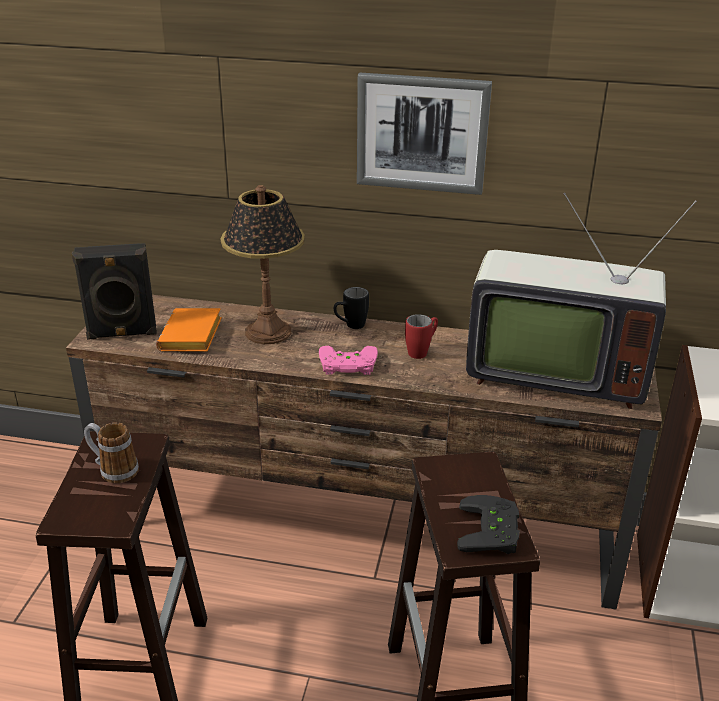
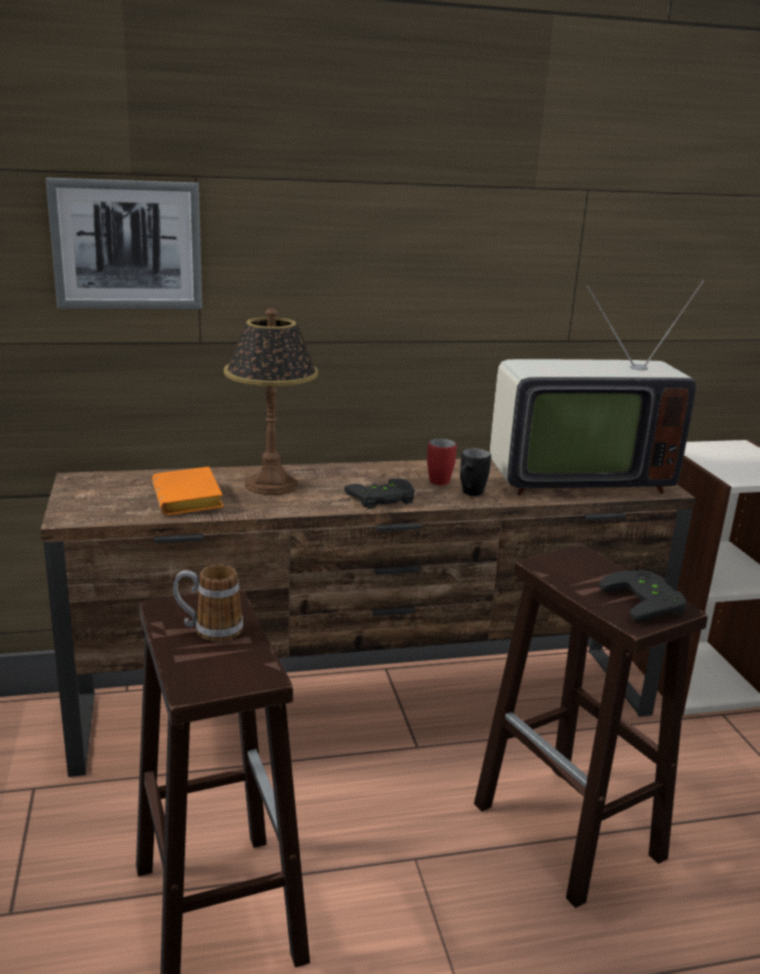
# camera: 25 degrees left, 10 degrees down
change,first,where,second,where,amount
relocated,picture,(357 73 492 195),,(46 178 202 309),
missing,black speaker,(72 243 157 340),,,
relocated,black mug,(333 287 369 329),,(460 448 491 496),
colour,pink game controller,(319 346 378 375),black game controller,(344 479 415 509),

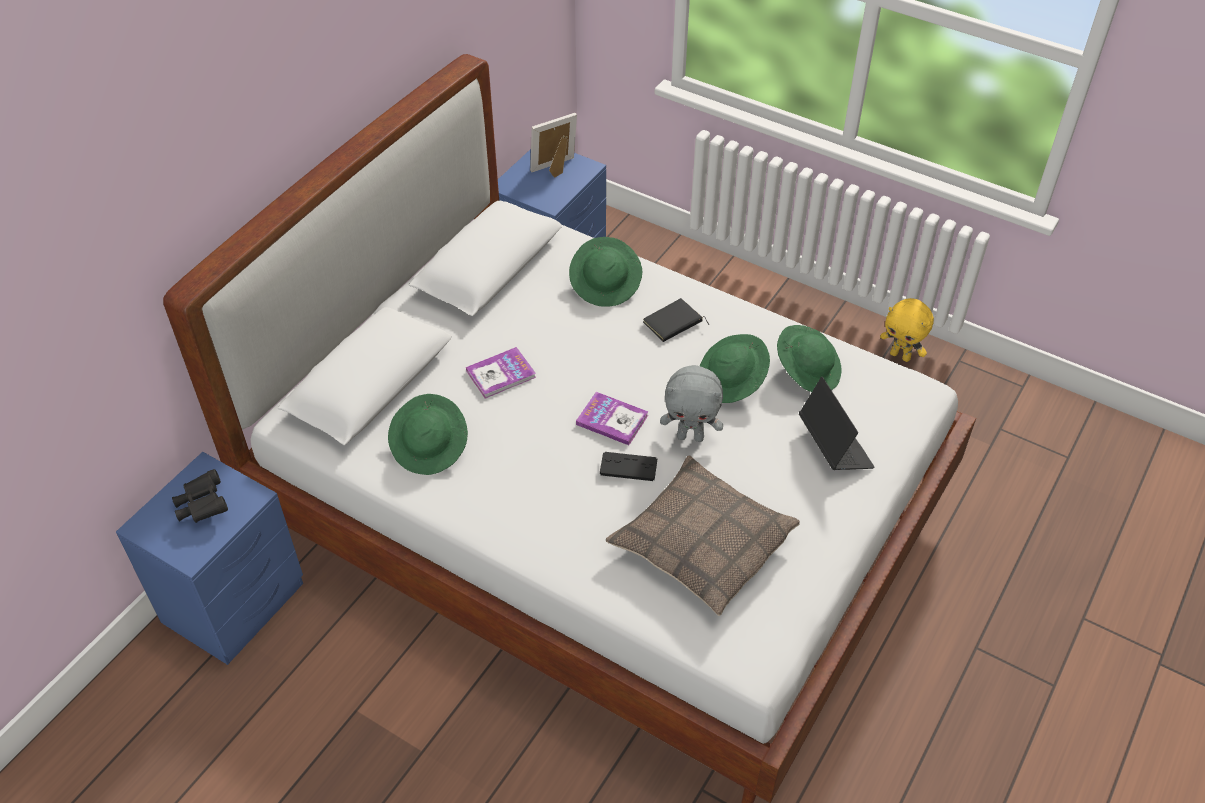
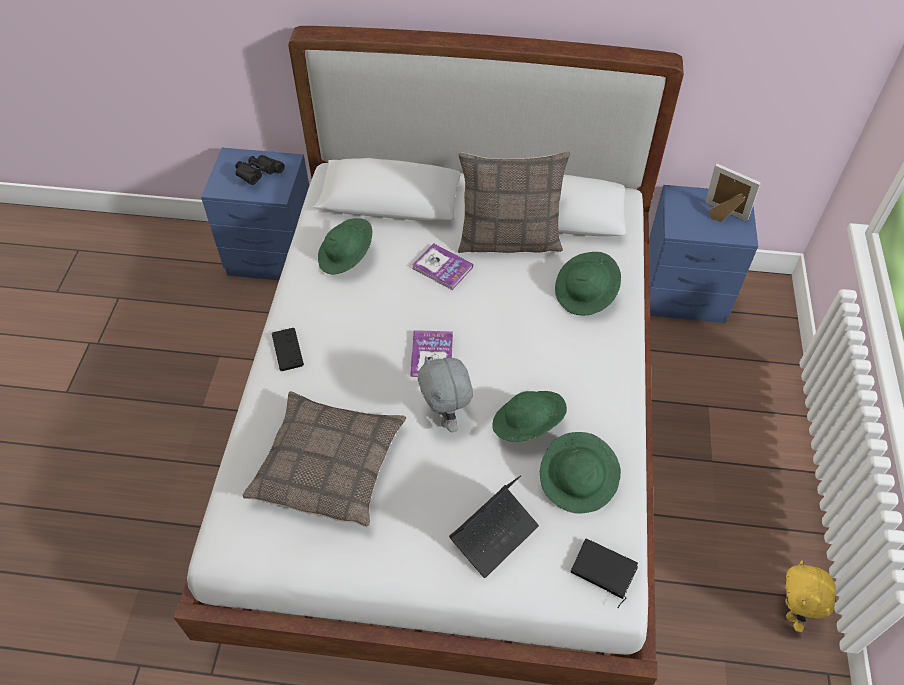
# camera: 65 degrees right, 5 degrees up
change,first,where,second,where,amount
relocated,black book,(643 298 709 342),,(571 539 638 609),
relocated,black game controller,(600 452 657 481),,(272 328 304 371),
appeared,,,pillow,(458 151 570 253),

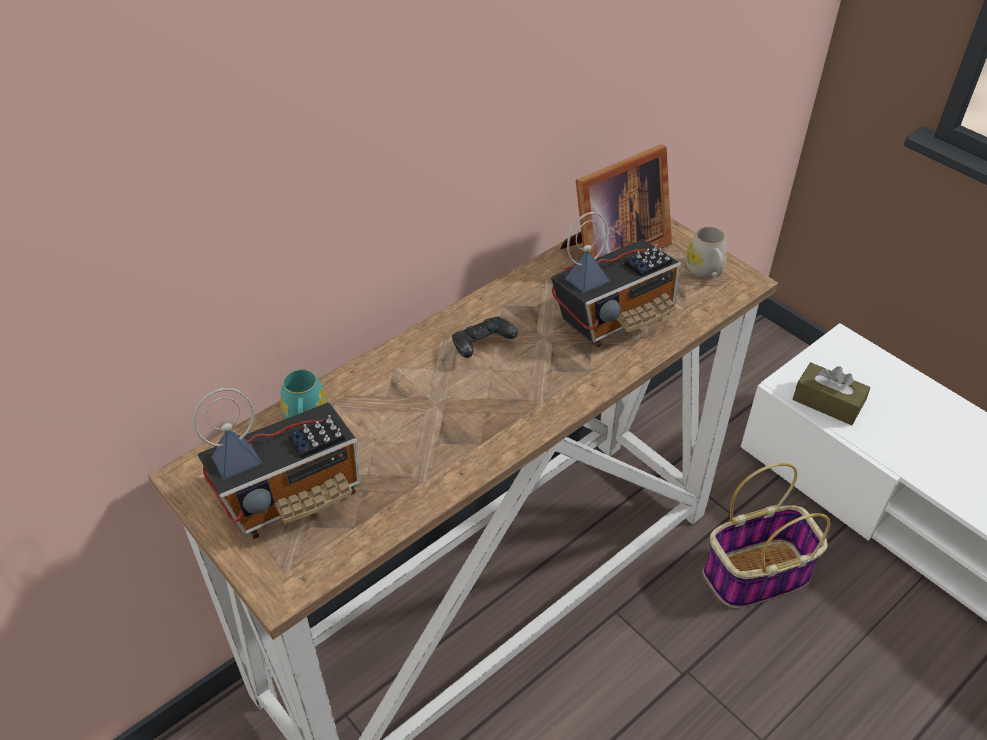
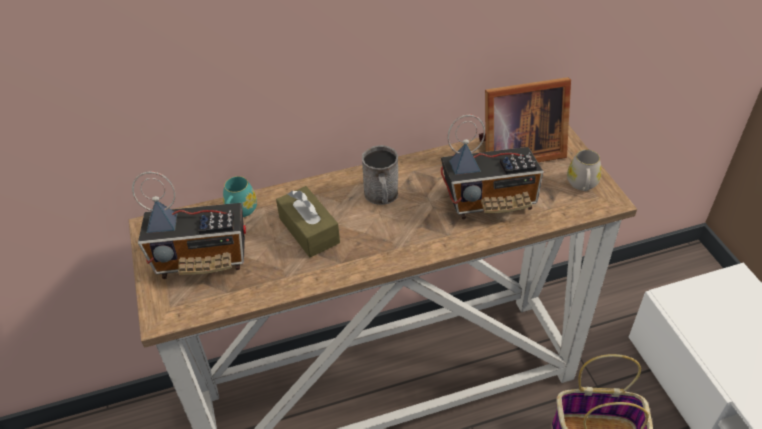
# camera: 25 degrees right, 0 degrees up
change,first,where,second,where,amount
exchanged,black game controller,(452 316 518 358),grey mug,(362 145 398 205),
relocated,brown tissue box,(793 362 870 425),,(276 186 340 257),

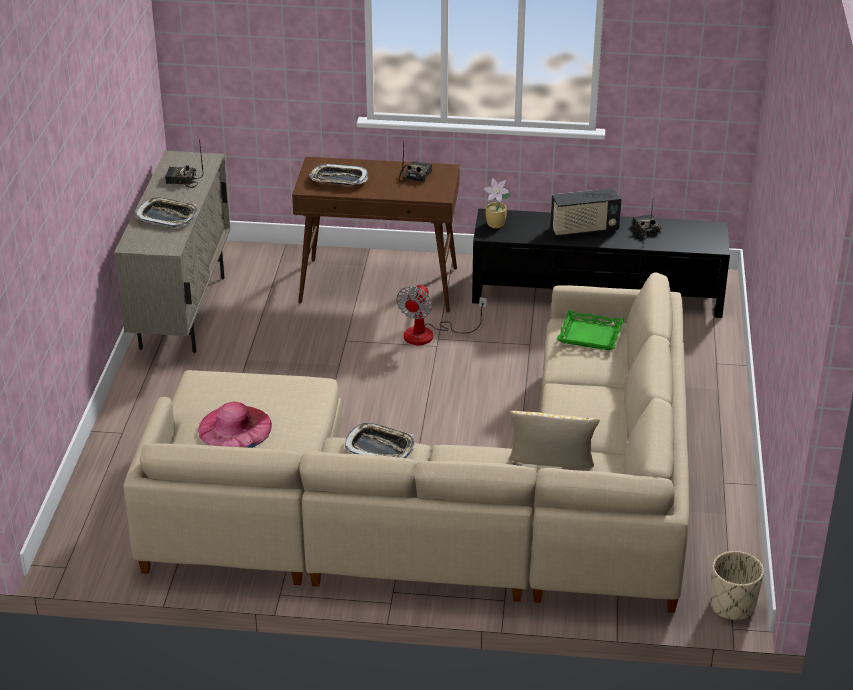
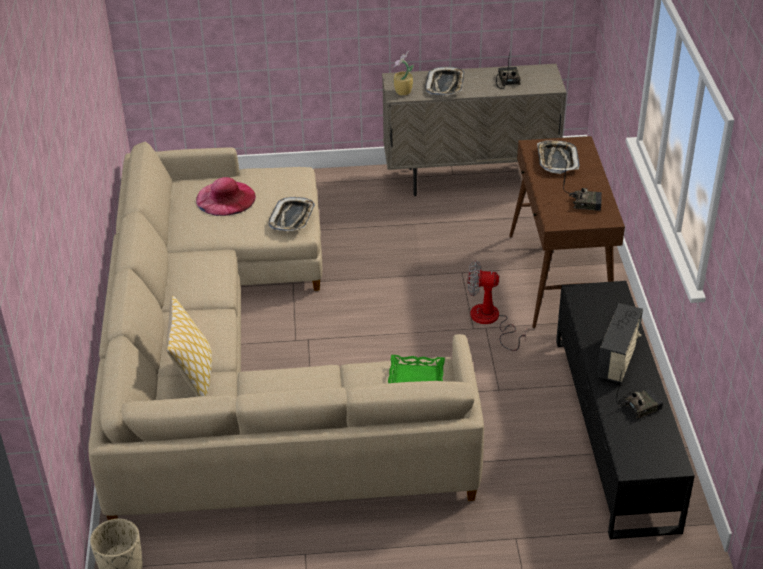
# camera: 80 degrees right, 5 degrees up
change,first,where,second,where,amount
relocated,potted plant,(484 179 511 228),,(392 50 414 96),
spun,radio,(550 188 621 236),,(597 303 643 383),135 degrees counterclockwise
relocated,tray,(345 423 415 458),,(269 197 315 231),

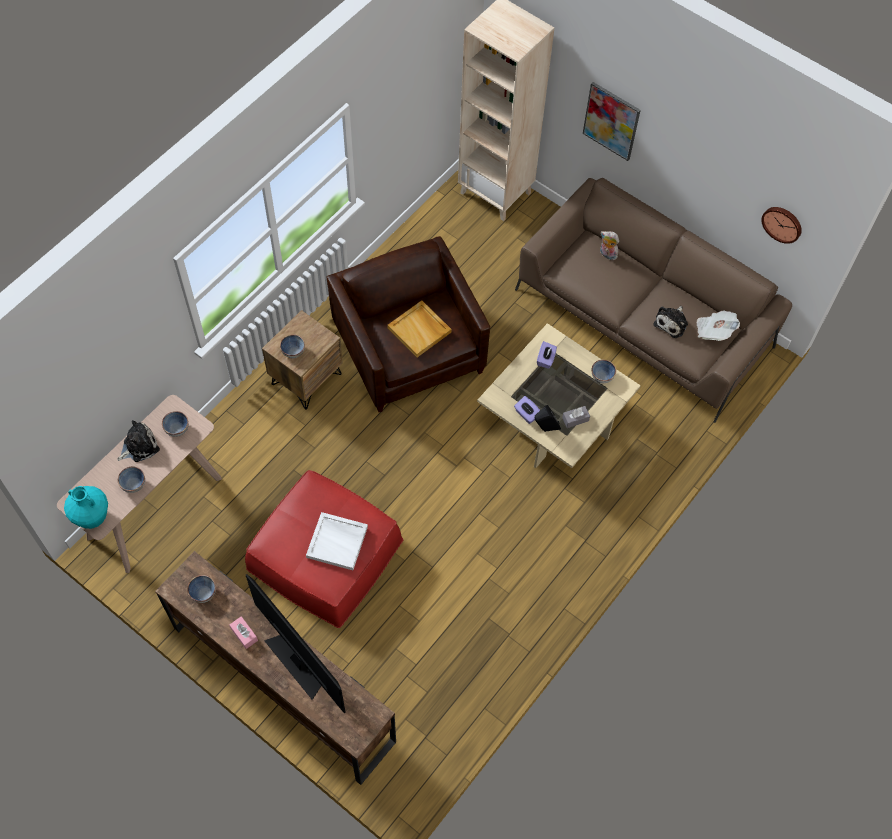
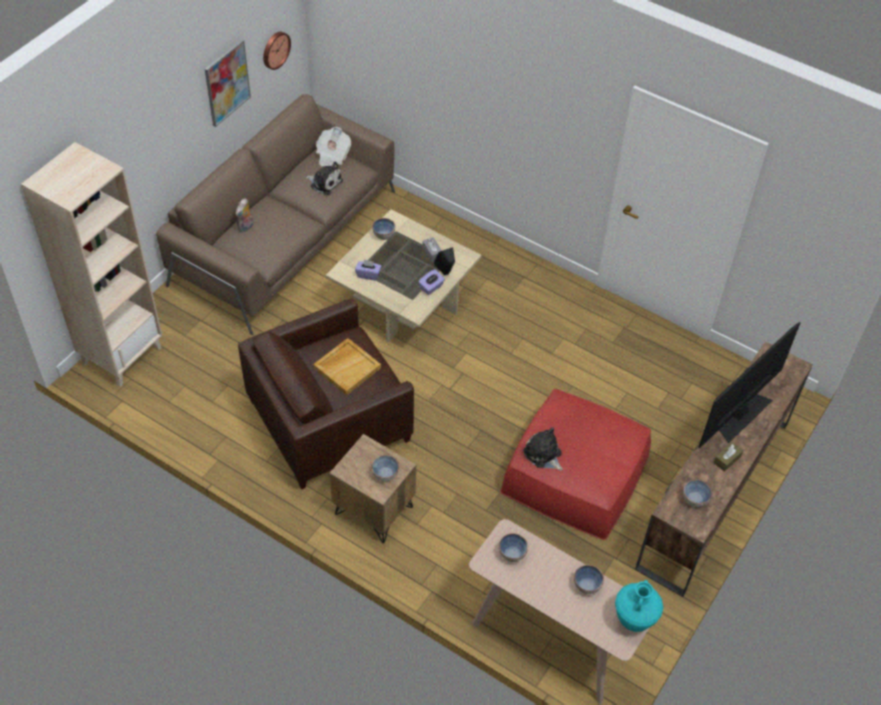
# camera: 95 degrees left, 10 degrees down
change,first,where,second,where,amount
relocated,picture,(583 82 641 161),,(205 39 251 127),
relocated,plush toy,(117 420 160 462),,(523 427 563 471),
missing,white tray,(306 512 368 570),,,
colour,pink tissue box,(230 616 258 649),brown tissue box,(714 442 743 472),

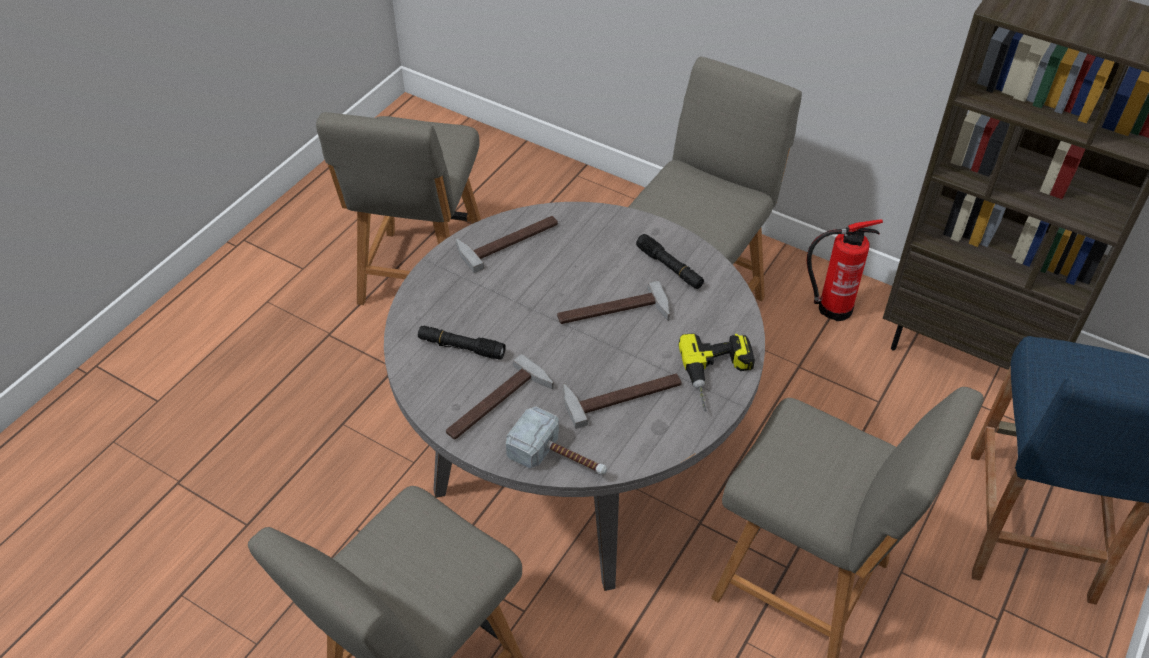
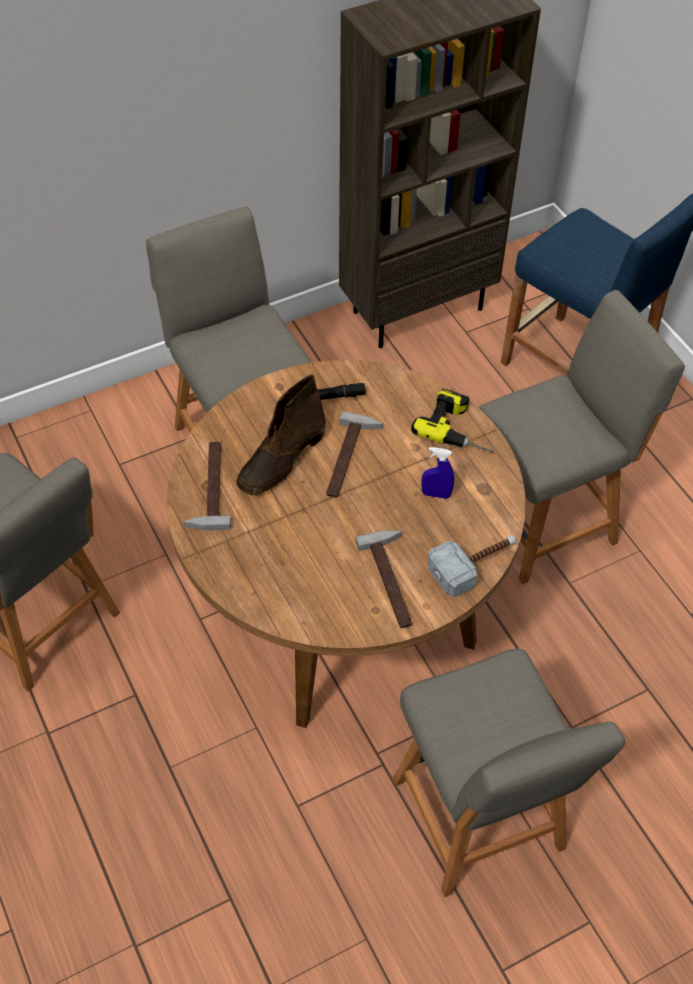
# camera: 60 degrees left, 5 degrees up
change,first,where,second,where,amount
colour,grey dining table,(384 202 765 591),brown dining table,(167 360 526 728),
missing,fire extinguisher,(807 219 883 321),,,
missing,black flashlight,(418 326 506 360),,,
exchanged,hammer,(563 373 682 429),blue spray bottle,(421 447 454 499),
appeared,,,brown boot,(236 375 326 496),

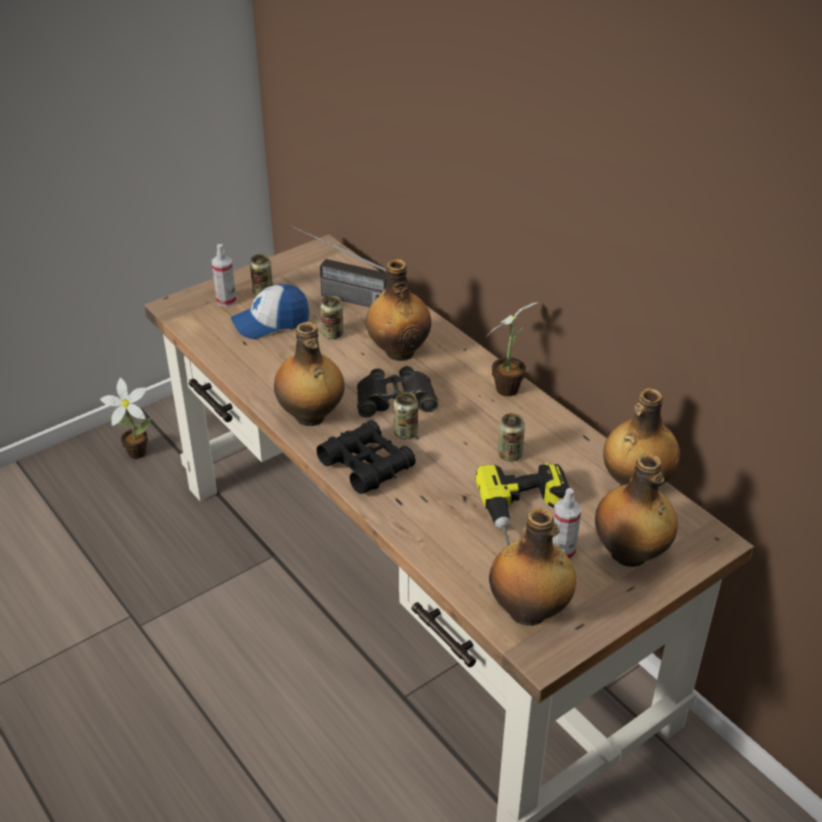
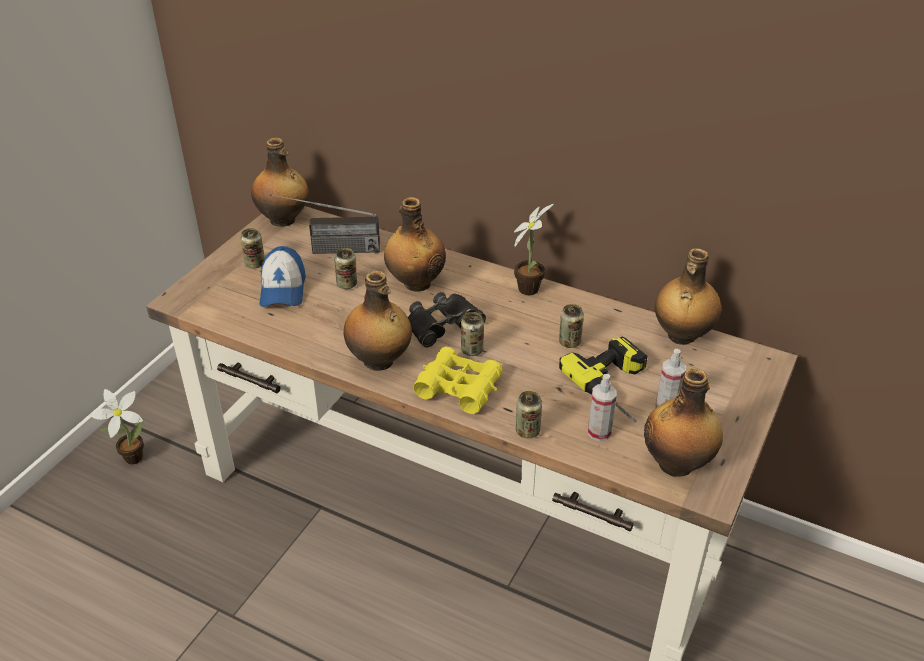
# camera: 25 degrees left, 0 degrees up
change,first,where,second,where,amount
relocated,spray bottle,(212 244 237 307),,(588 374 617 441),
spun,cap,(231 284 309 339),,(260 246 306 307),45 degrees counterclockwise
colour,black binoculars,(317 420 416 494),yellow binoculars,(413 347 503 414),
relocated,bottle,(595 453 678 567),,(251 137 309 227),
appeared,,,can,(516 391 542 438),

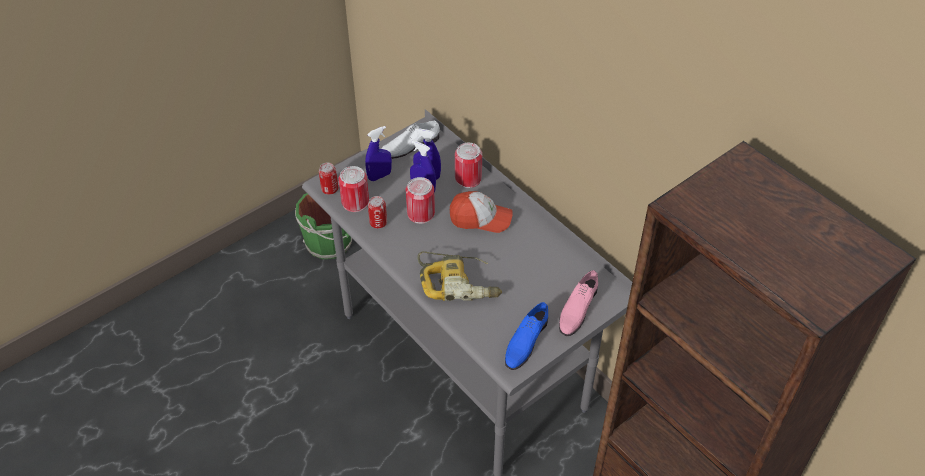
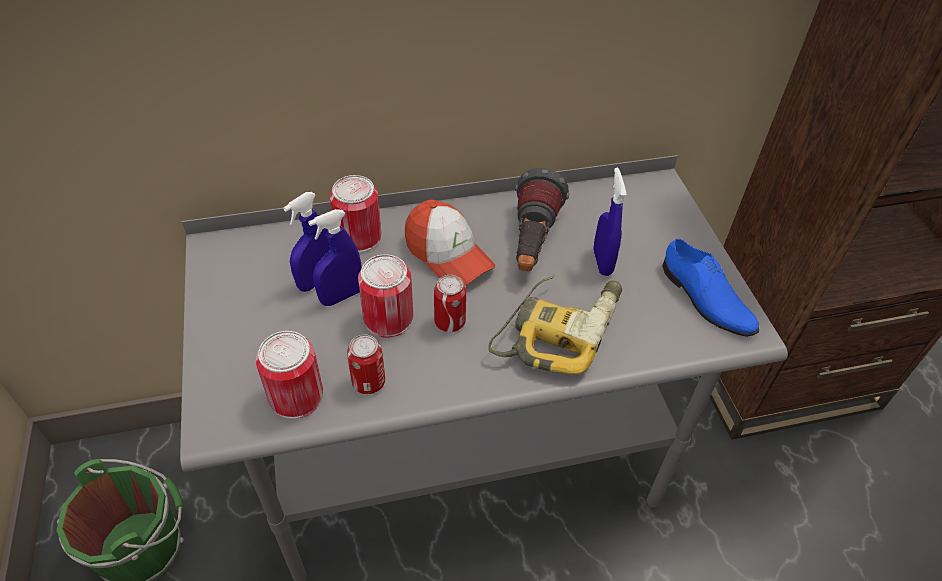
# camera: 65 degrees left, 0 degrees up
change,first,where,second,where,amount
missing,white shoe,(381 121 440 159),,,
relocated,blue spray bottle,(365 126 392 181),,(593 168 627 276),
relocated,can,(319 163 338 195),,(434 275 466 332),
spun,cap,(450 191 513 233),,(405 200 495 286),105 degrees clockwise
missing,pink shoe,(559 270 598 336),,,
appeared,,,flashlight,(515 168 569 271),

